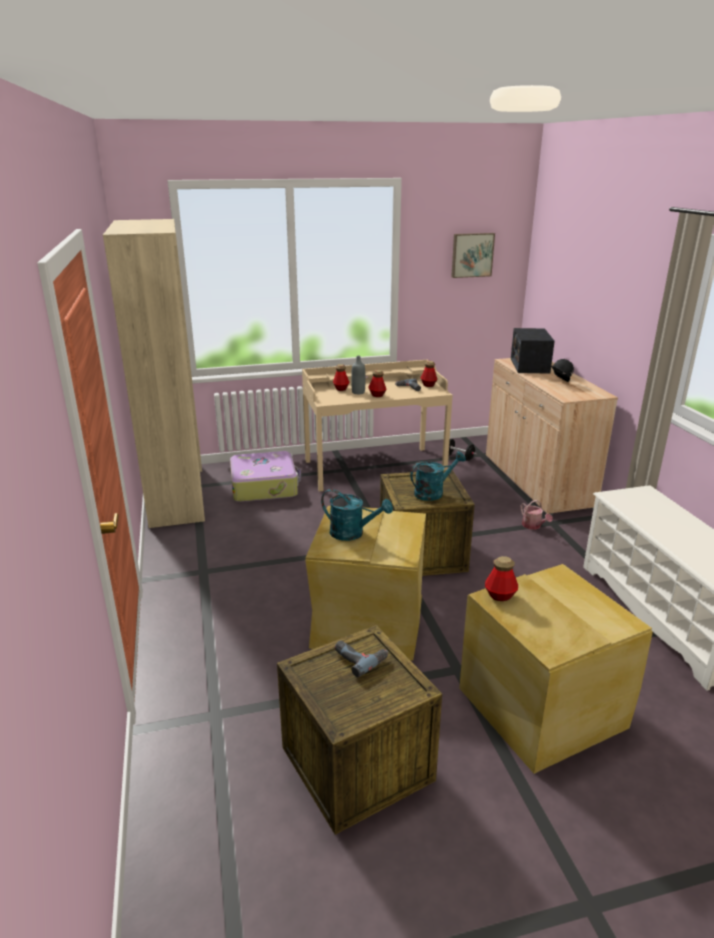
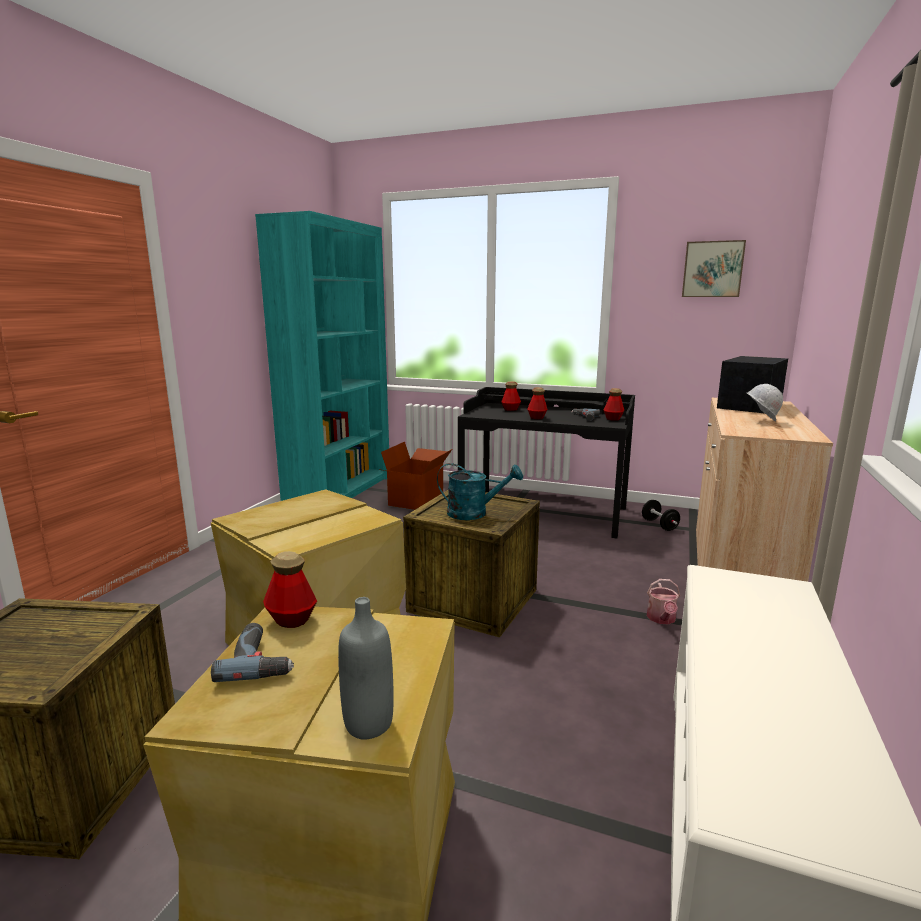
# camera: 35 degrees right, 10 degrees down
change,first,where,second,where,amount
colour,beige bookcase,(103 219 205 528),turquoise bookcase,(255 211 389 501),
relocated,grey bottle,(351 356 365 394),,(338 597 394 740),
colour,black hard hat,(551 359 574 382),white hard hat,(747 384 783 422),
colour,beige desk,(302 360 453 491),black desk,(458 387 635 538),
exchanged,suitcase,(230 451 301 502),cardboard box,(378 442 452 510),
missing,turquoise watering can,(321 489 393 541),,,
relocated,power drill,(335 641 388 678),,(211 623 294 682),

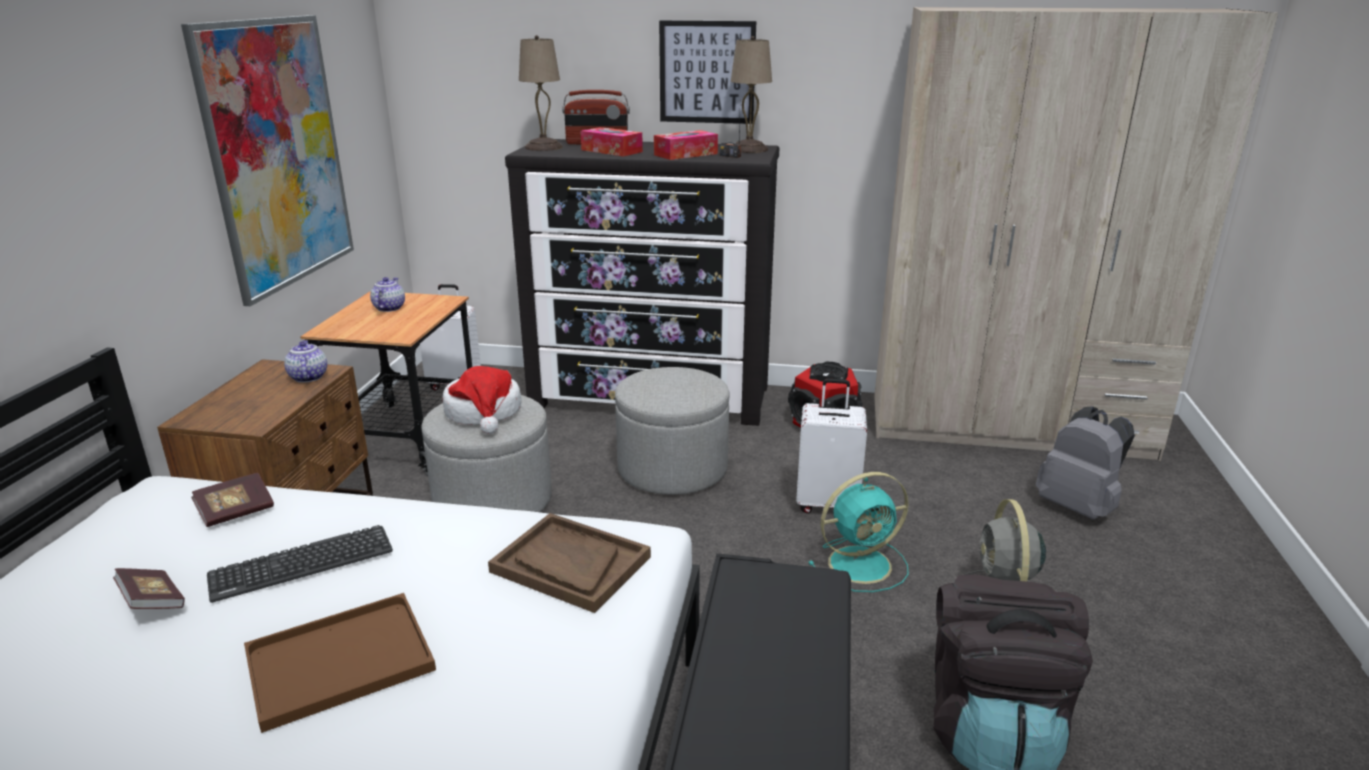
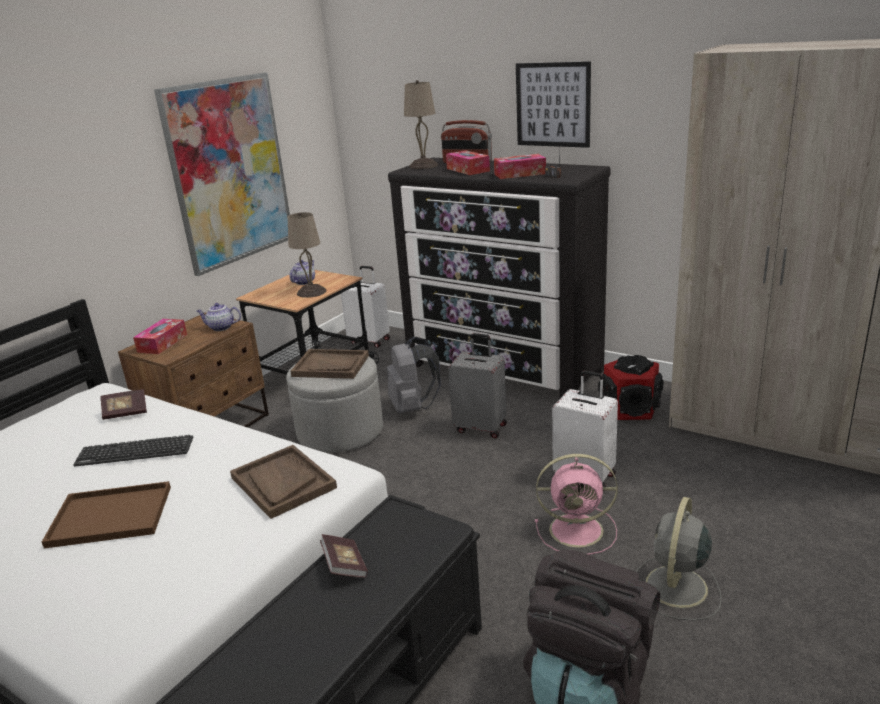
# camera: 25 degrees right, 0 degrees up
change,first,where,second,where,amount
relocated,beige table lamp,(731 36 772 153),,(288 212 326 298),
spun,teapot,(284 340 327 382),,(196 303 241 331),90 degrees counterclockwise
exchanged,hat,(443 366 522 434),brown tray,(291 349 369 379),
exchanged,grey ottoman,(615 367 729 495),grey suitcase,(448 333 507 439),
relocated,grey backpack,(1036 406 1135 520),,(387 337 440 414),
colour,turquoise fan,(808 472 909 592),pink fan,(535 454 618 555),
relocated,book,(113 568 185 609),,(320 534 368 578),
appeared,,,tissue box,(133 319 187 354),

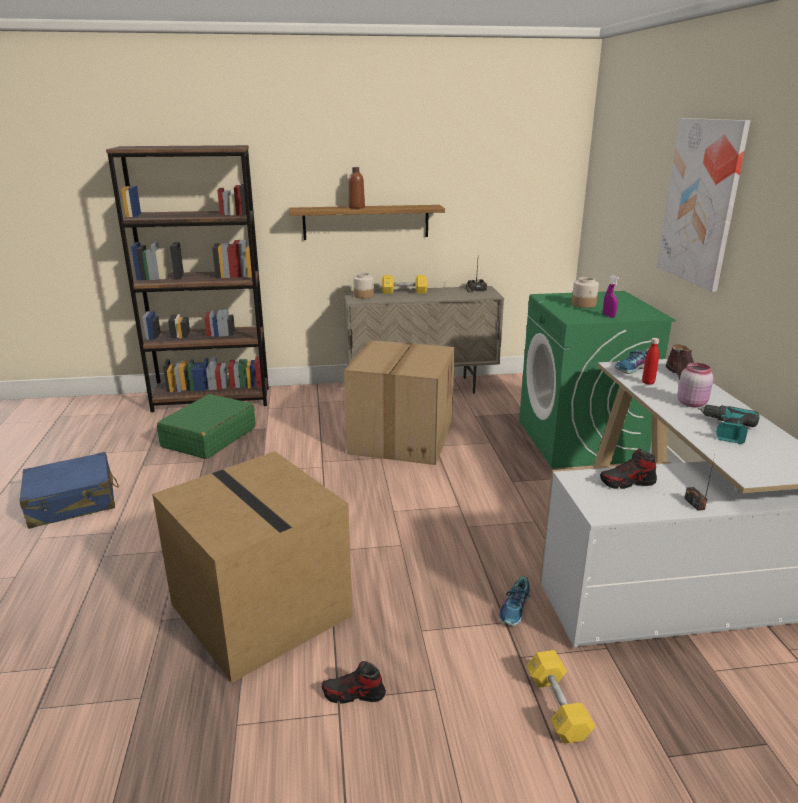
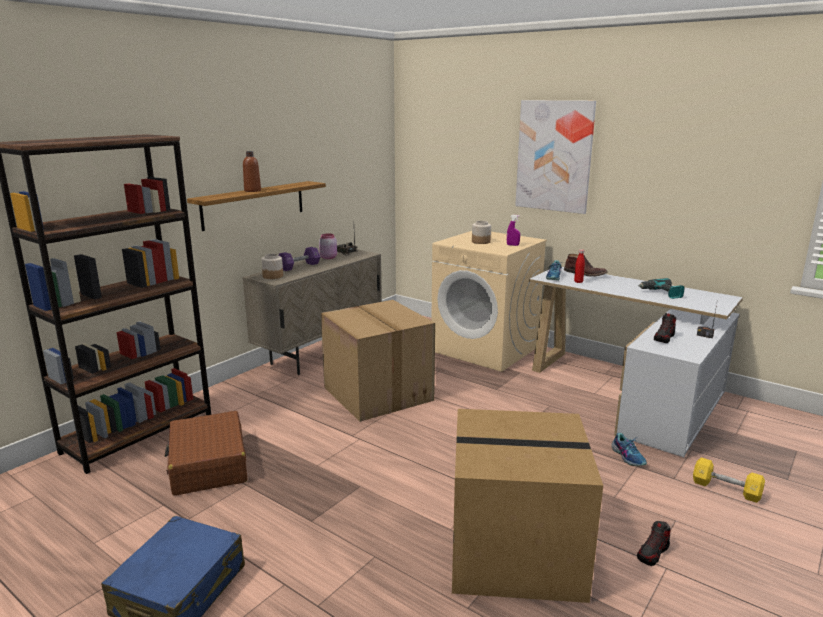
# camera: 45 degrees left, 5 degrees down
change,first,where,second,where,amount
colour,yellow dumbbell,(382 275 427 294),purple dumbbell,(279 247 320 271),
colour,green washing machine,(519 291 676 468),beige washing machine,(431 231 547 372),
relocated,pink jar,(677 363 713 407),,(319 233 337 259),
colour,green suitcase,(157 394 255 459),brown suitcase,(165 411 247 496),

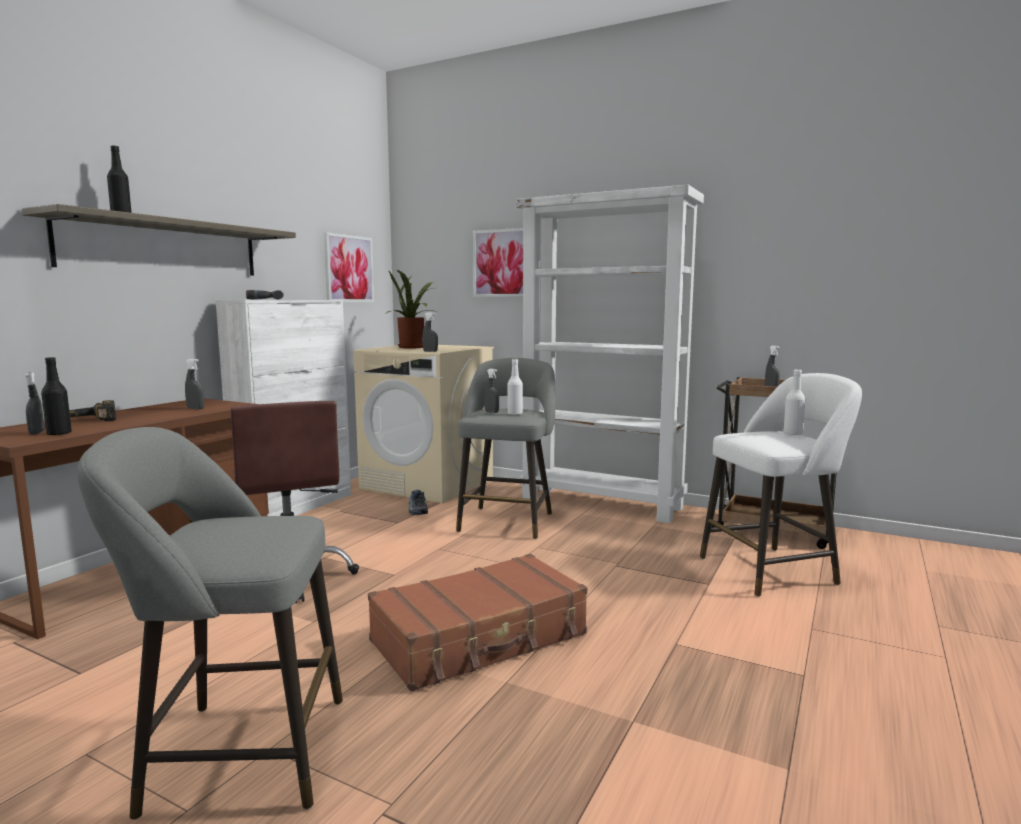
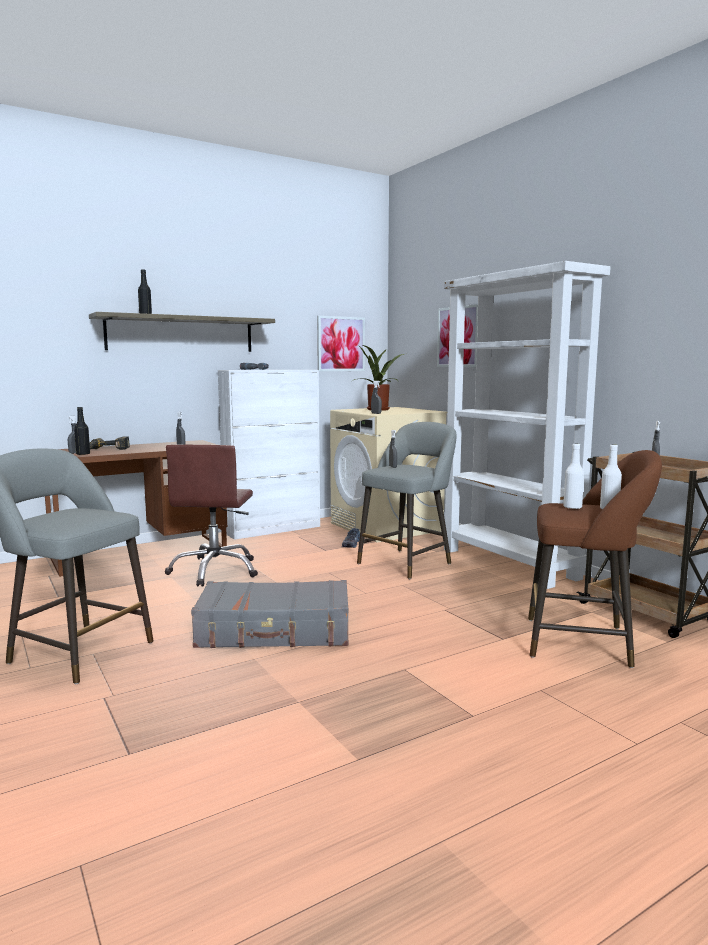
# camera: 30 degrees right, 0 degrees up
change,first,where,second,where,amount
relocated,white bottle,(507 359 523 415),,(563 443 584 509),
colour,white stool,(700 373 862 597),brown stool,(528 450 662 668),
colour,brown suitcase,(368 554 587 692),grey suitcase,(191 580 348 648),

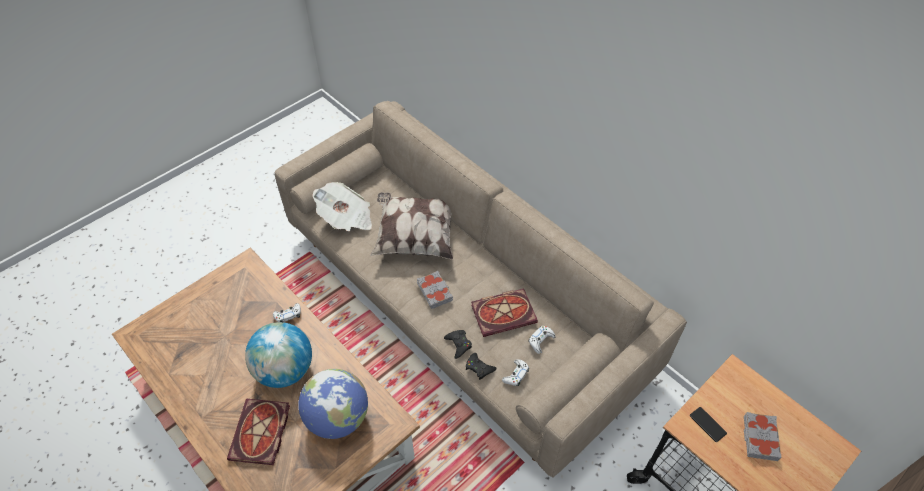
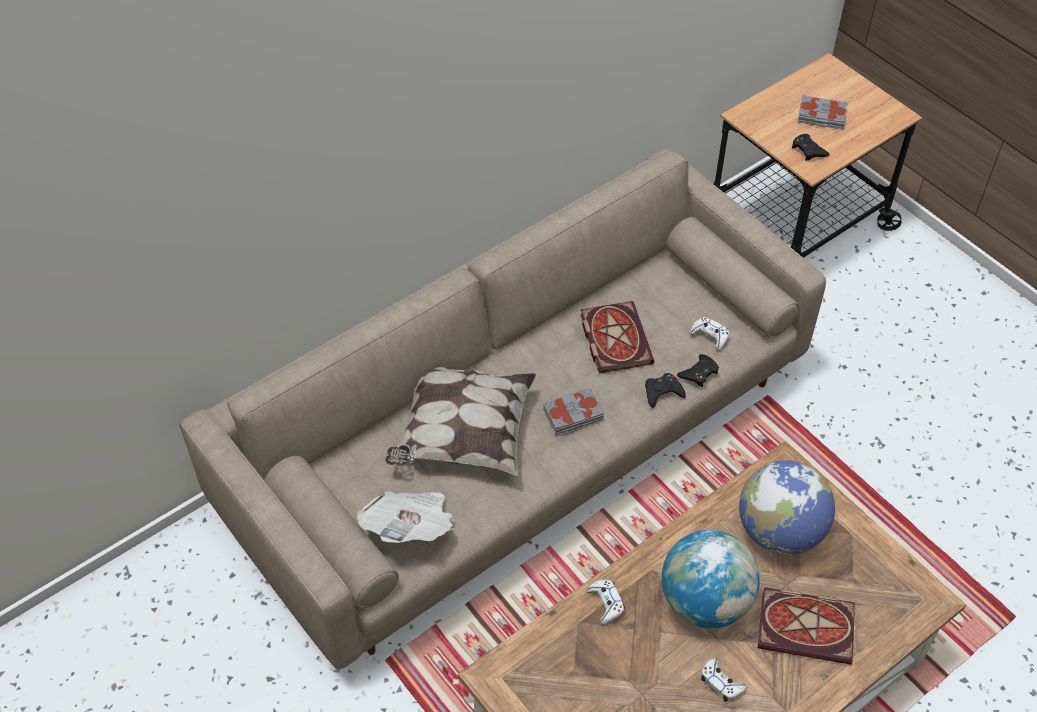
# camera: 85 degrees left, 0 degrees up
change,first,where,second,where,amount
relocated,white game controller,(528 326 556 354),,(701 659 747 702),
exchanged,phone,(690 407 727 442),black game controller,(792 134 830 161),

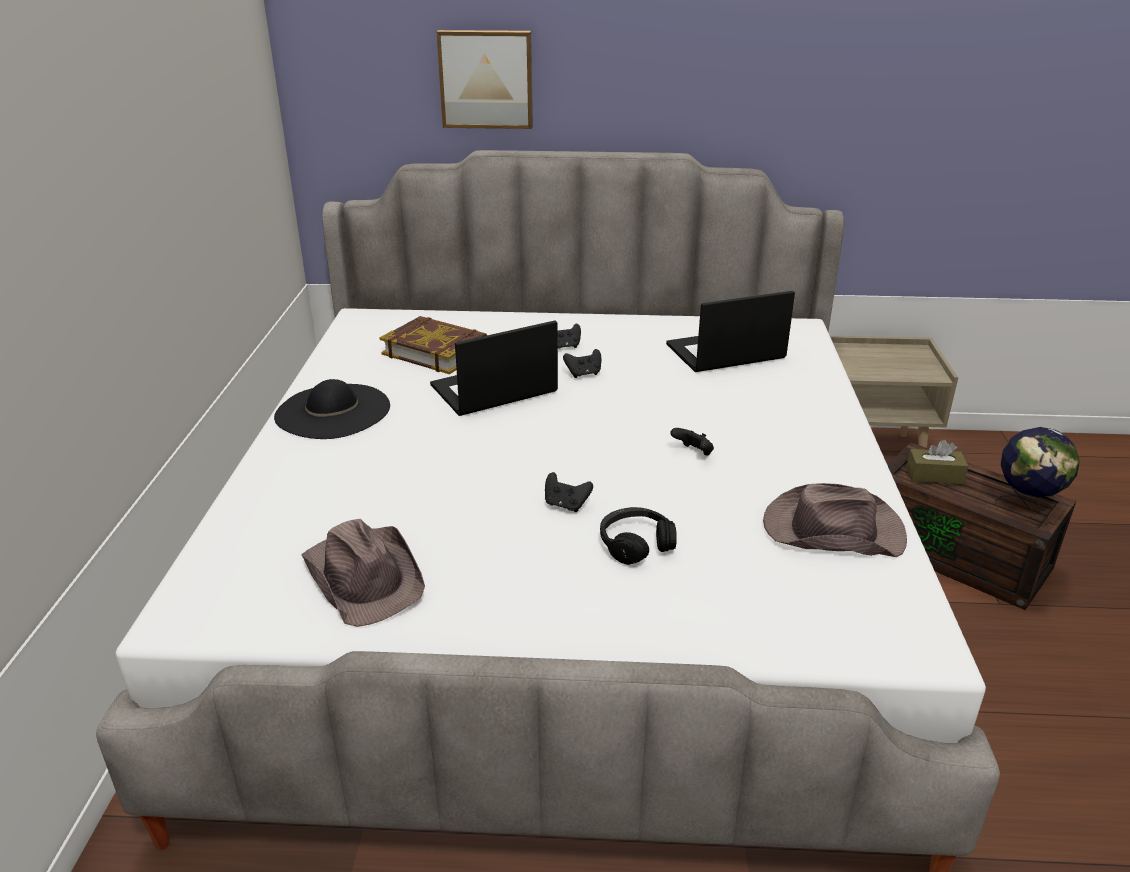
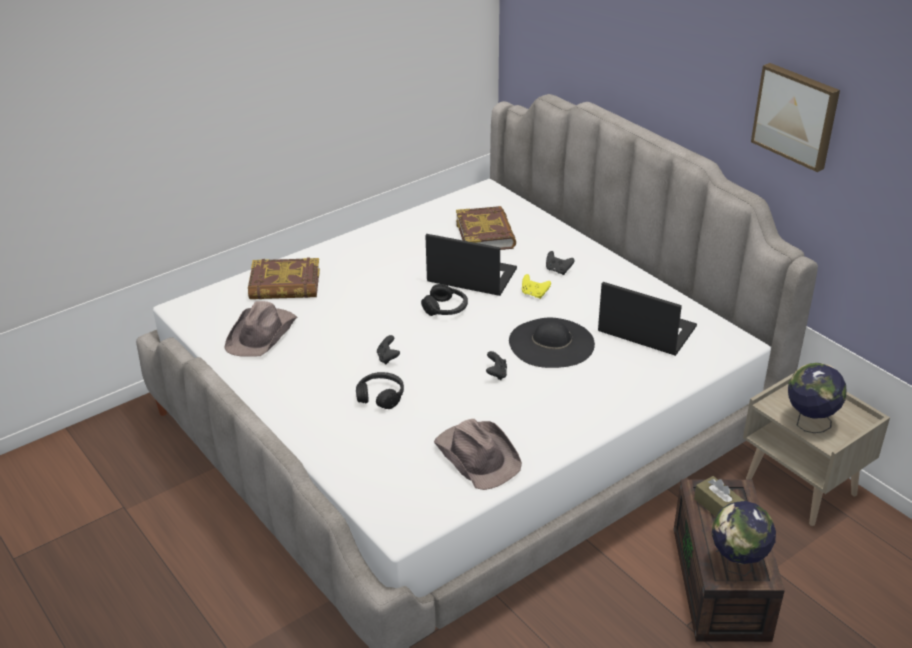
# camera: 50 degrees right, 5 degrees up
change,first,where,second,where,amount
relocated,picture,(437 30 533 129),,(751 63 840 172),
colour,black game controller,(563 349 601 378),yellow game controller,(522 274 551 299),
relocated,black hat,(274 379 390 439),,(509 318 595 368),
appeared,,,book,(248 257 320 299),
appeared,,,black headphones,(421 284 468 316),
appeared,,,globe,(788 363 846 433),

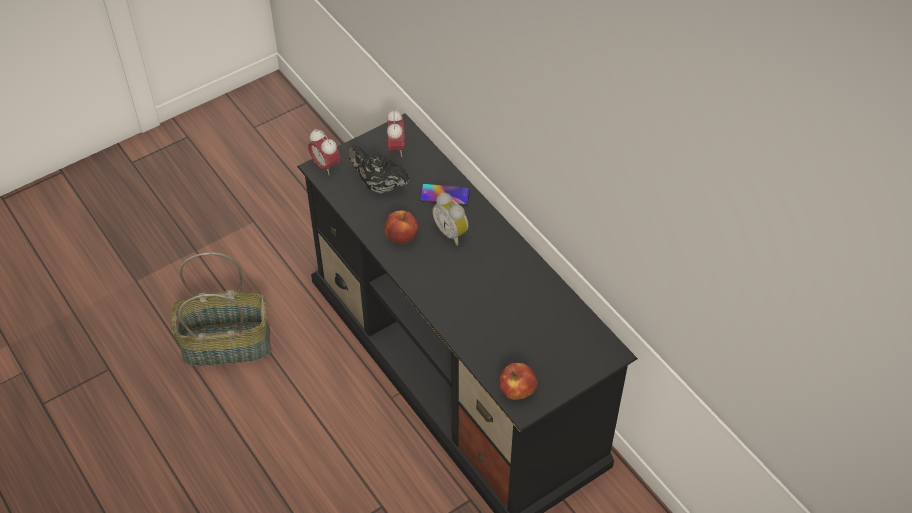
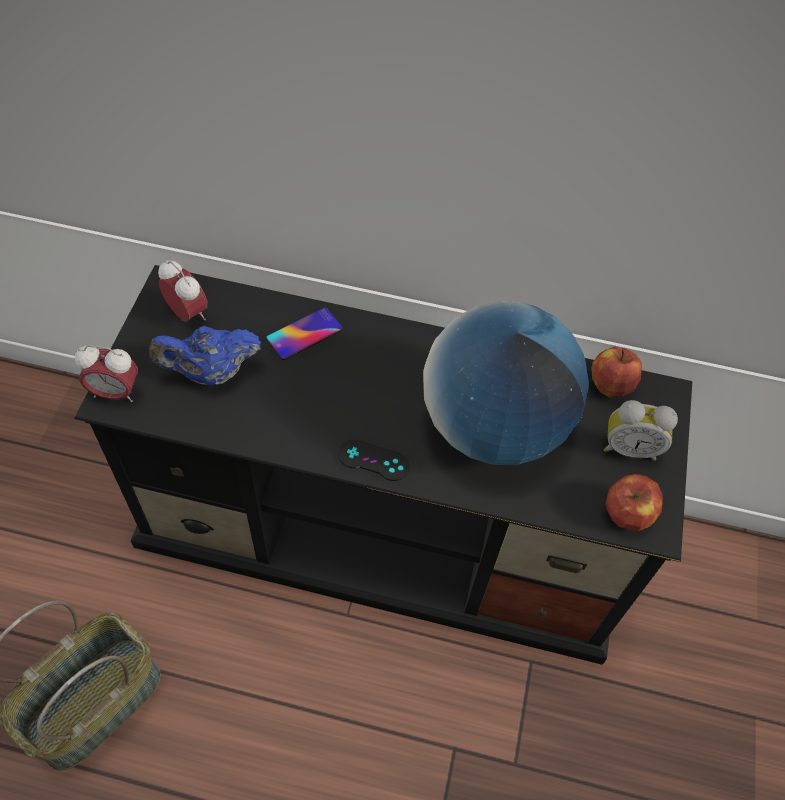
# camera: 45 degrees left, 5 degrees up
change,first,where,second,where,amount
colour,black teapot,(348 145 409 193),blue teapot,(149 326 261 385),
relocated,alarm clock,(432 193 468 246),,(604 400 678 461),
relocated,apple,(384 210 418 244),,(592 347 642 398),
appeared,,,globe,(423 301 589 465),
appeared,,,black game controller,(338 440 409 481),

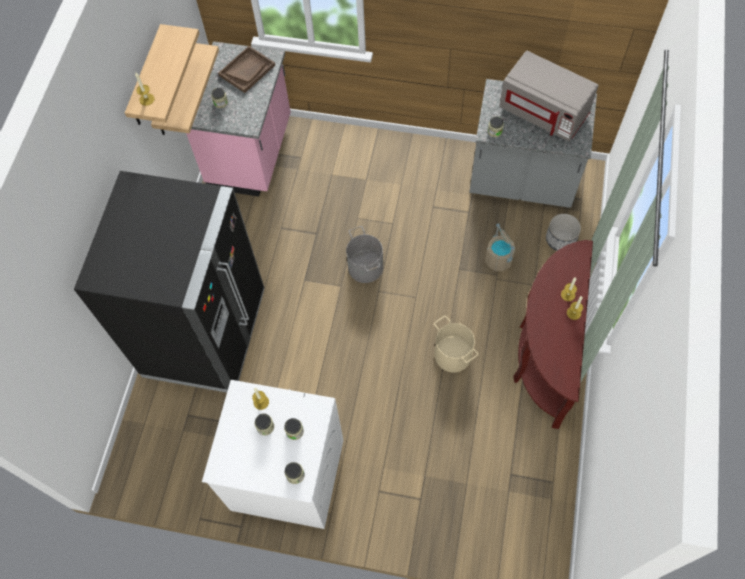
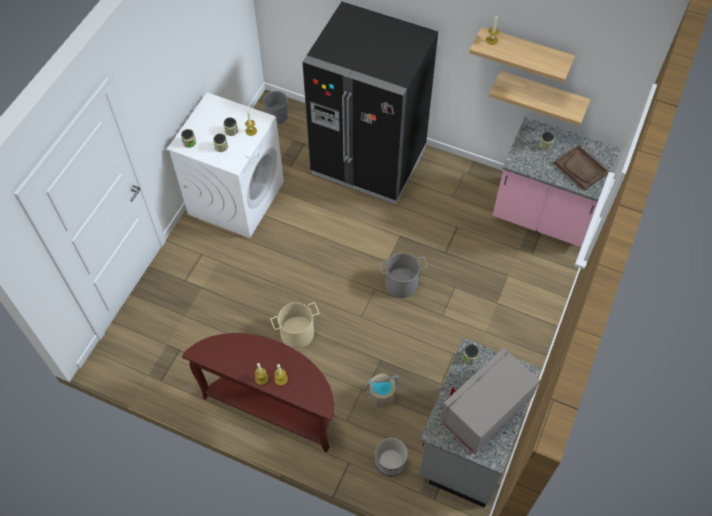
# camera: 100 degrees right, 5 degrees down
change,first,where,second,where,amount
appeared,,,grey planter,(263 91 288 124),

